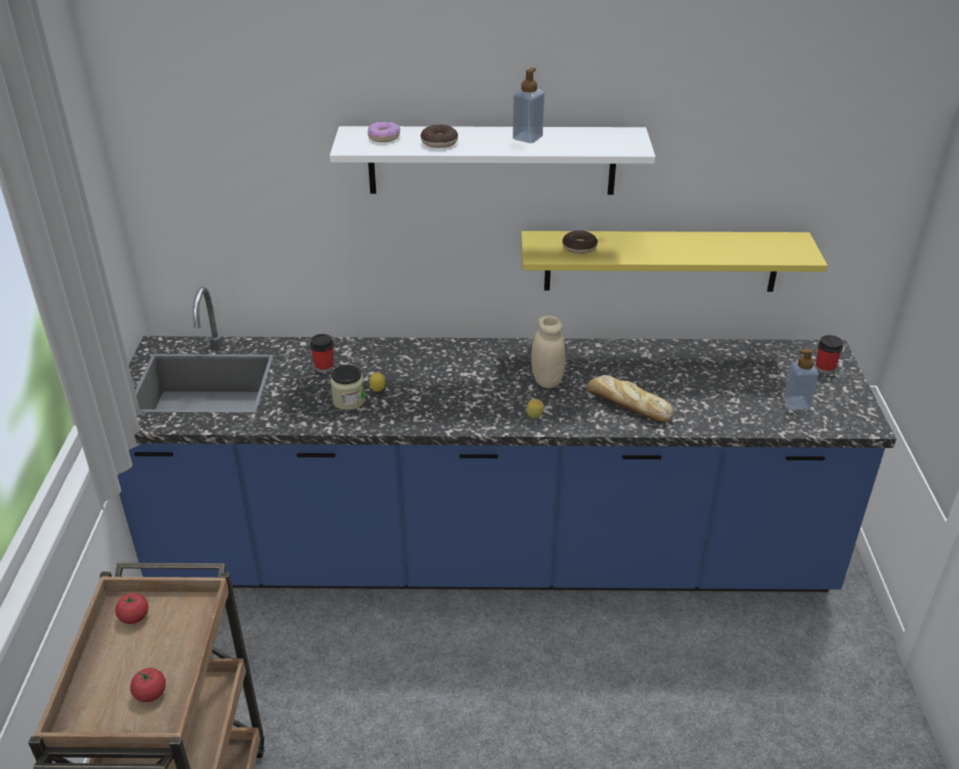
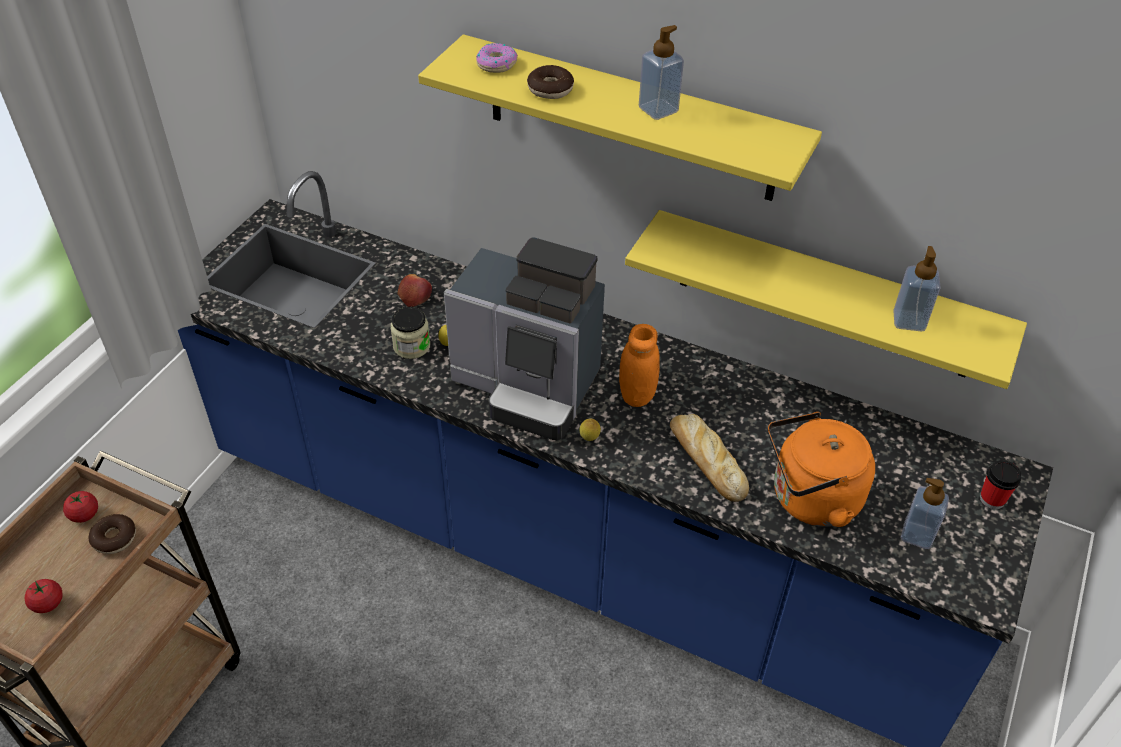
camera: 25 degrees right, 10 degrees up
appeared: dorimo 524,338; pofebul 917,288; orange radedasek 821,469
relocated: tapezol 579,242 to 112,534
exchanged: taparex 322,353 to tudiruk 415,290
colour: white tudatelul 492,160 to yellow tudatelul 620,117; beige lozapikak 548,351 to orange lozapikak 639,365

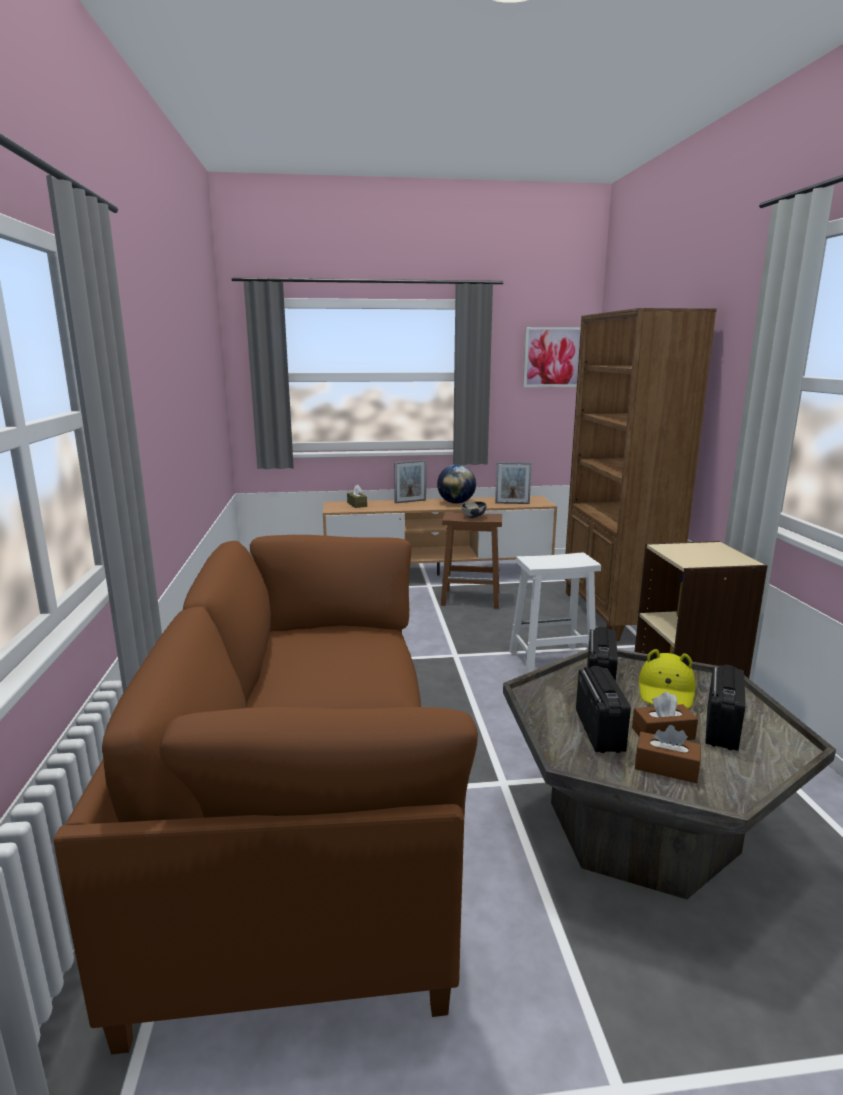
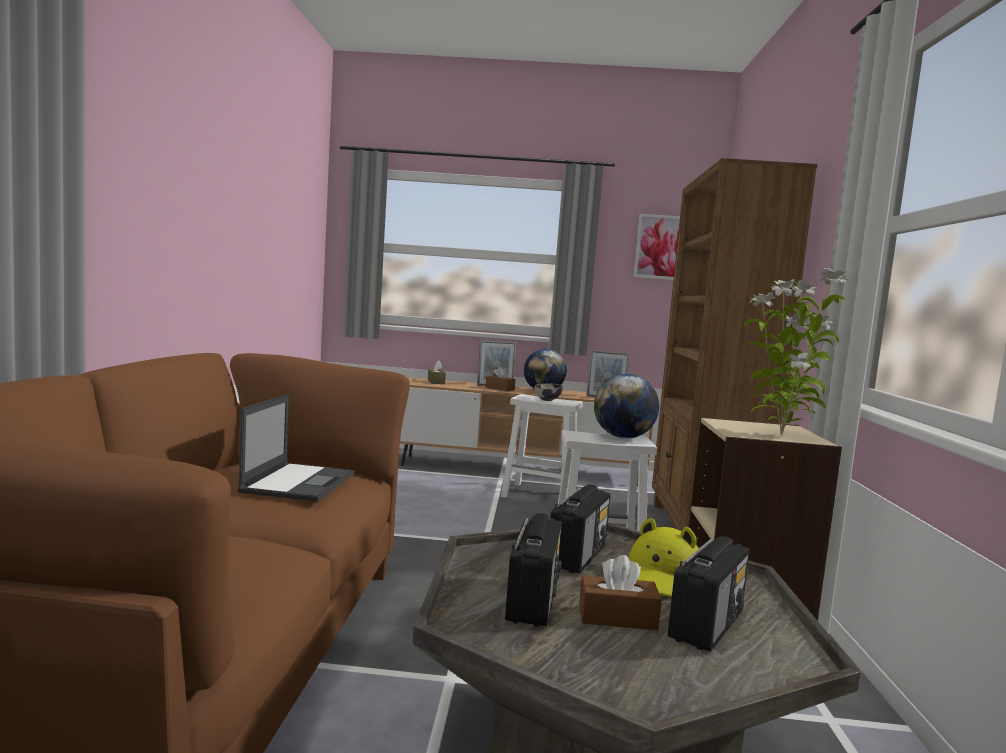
camera: 10 degrees right, 10 degrees down
appeared: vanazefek 796,352; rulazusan 626,406; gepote 295,448
relocated: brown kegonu 668,754 to 500,379
colour: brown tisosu 471,560 to white tisosu 542,446

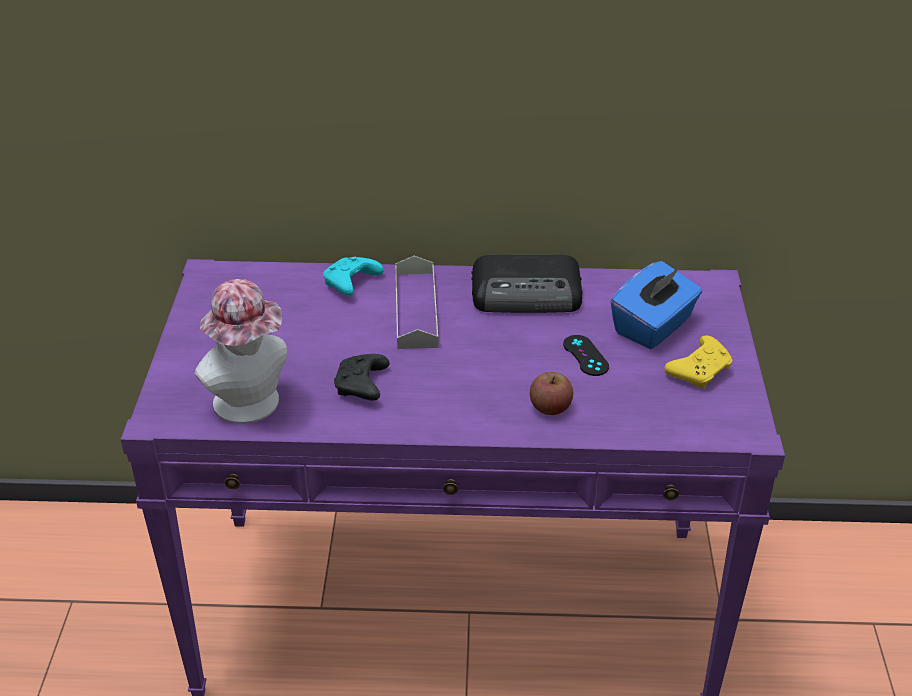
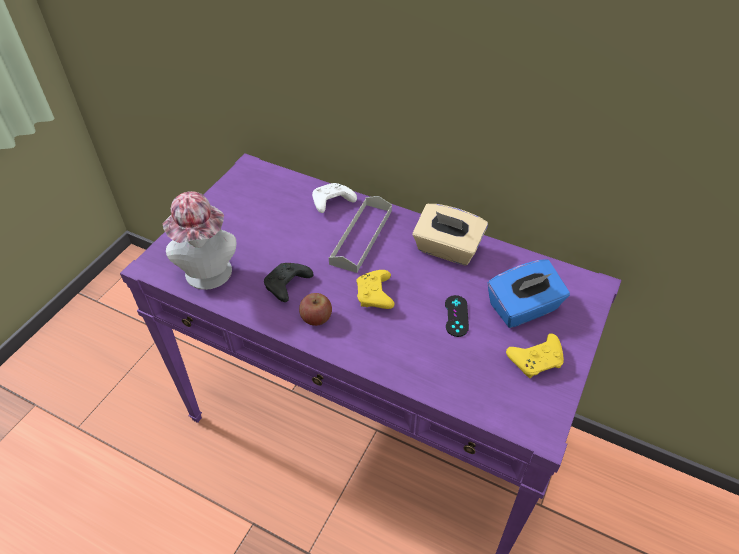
camera: 25 degrees right, 10 degrees up
appeared: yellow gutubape 375,289
relocated: tudiruk 551,393 to 315,309
exchanged: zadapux 527,284 to beige kegonu 450,235
colour: turquoise gutubape 353,276 to white gutubape 334,198

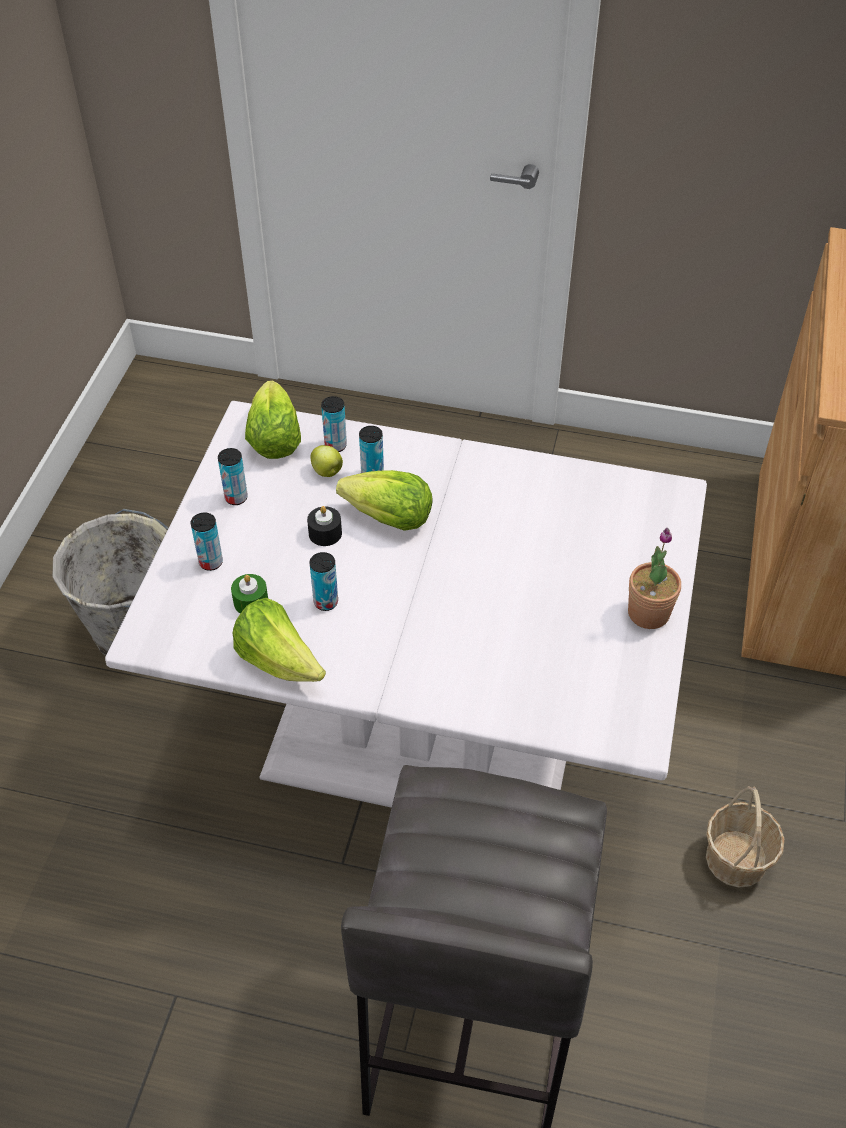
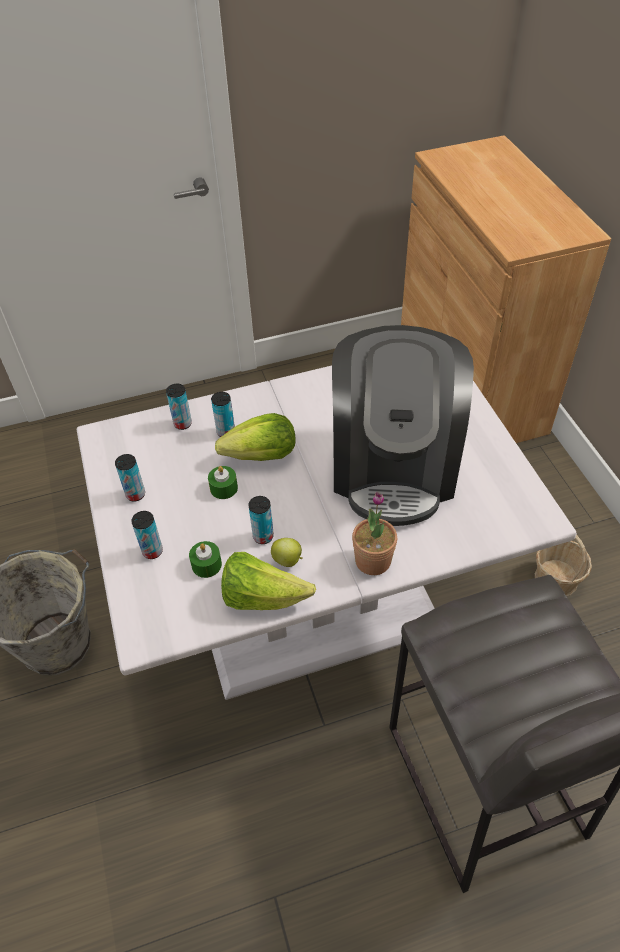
camera: 30 degrees left, 0 degrees up
missing: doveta 273,420
appeared: dorimo 403,425
relocated: tudiruk 326,461 to 287,552; vanazefek 654,578 to 374,533
colour: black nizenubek 324,526 to green nizenubek 223,482

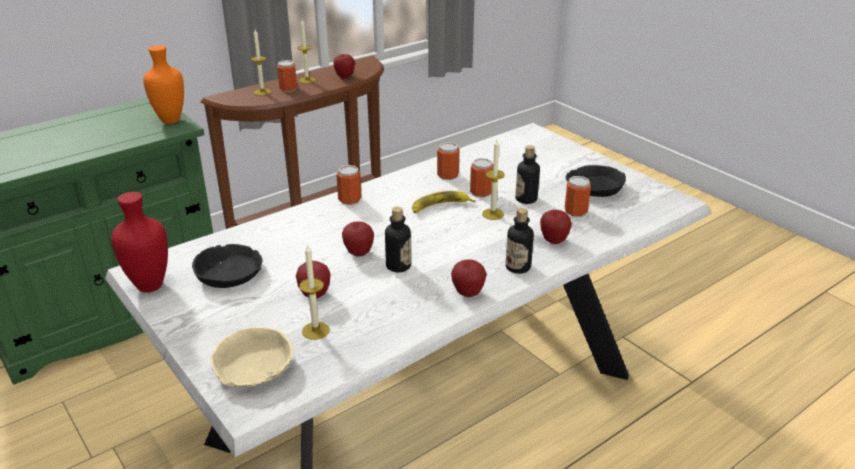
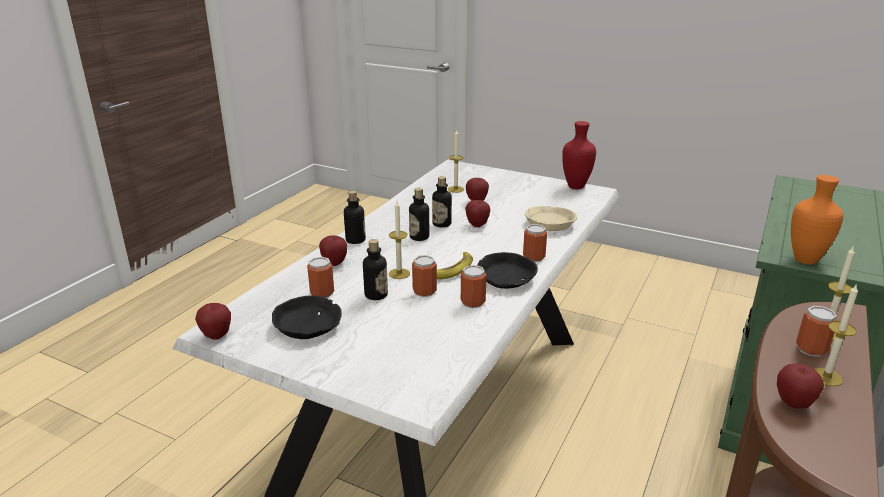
camera: 155 degrees right, 5 degrees down
appeared: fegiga 419,214
relocated: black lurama 227,266 to 507,270; tudiruk 469,278 to 213,321; beige lurama 252,357 to 551,218

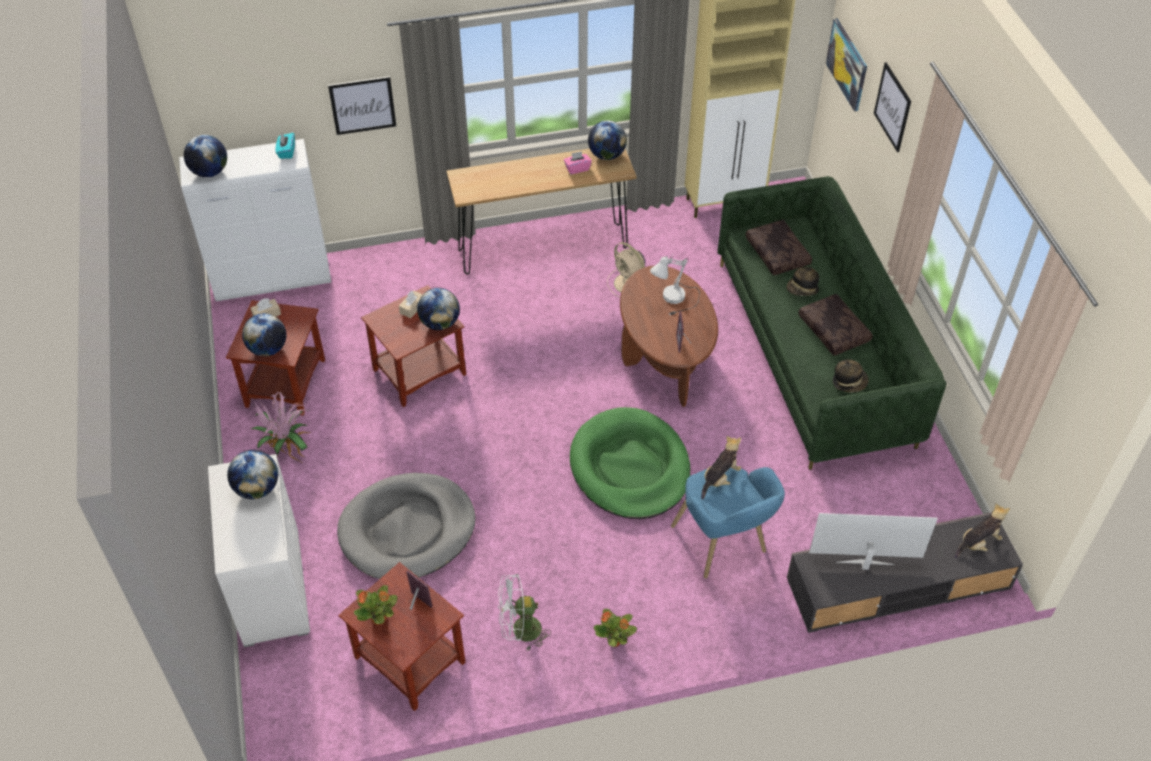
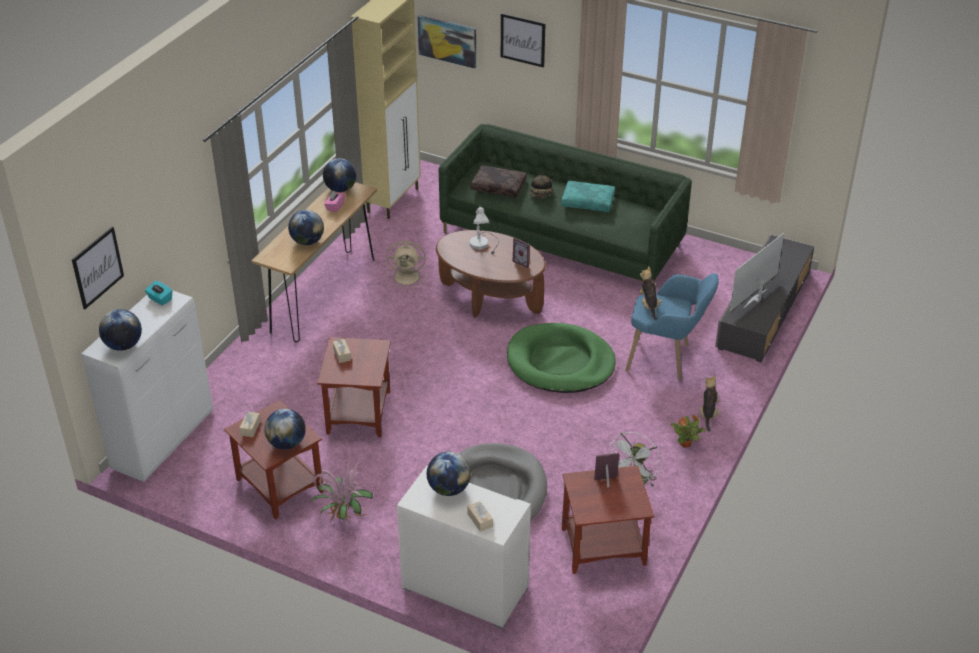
camera: 50 degrees left, 10 degrees down
missing: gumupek 851,376; vanazefek 376,605
appeared: beige kegonu 480,516
relocated: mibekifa 362,105 to 98,268; rulazusan 438,309 to 306,227; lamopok 982,531 to 710,403
colour: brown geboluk 835,325 to turquoise geboluk 588,196

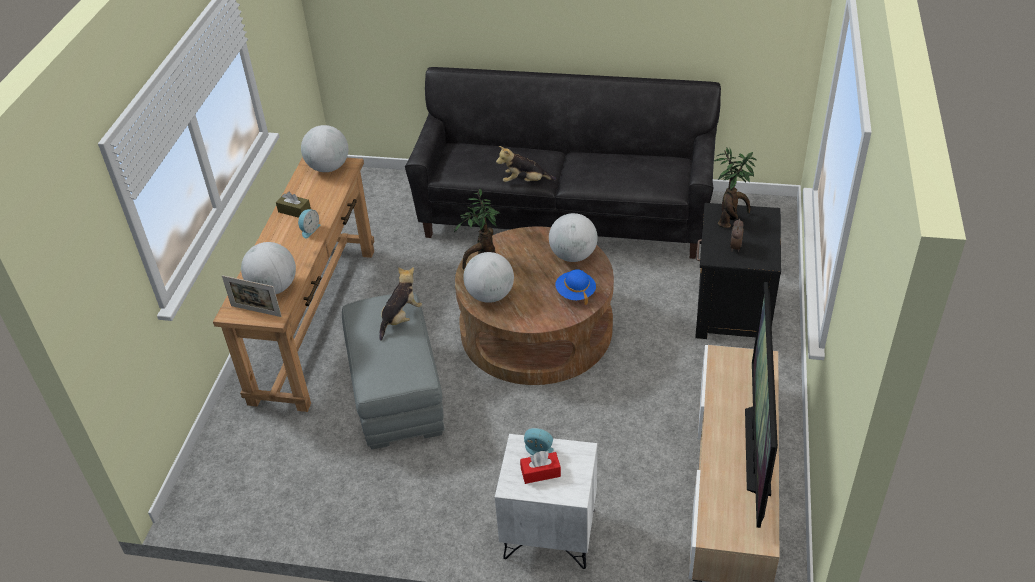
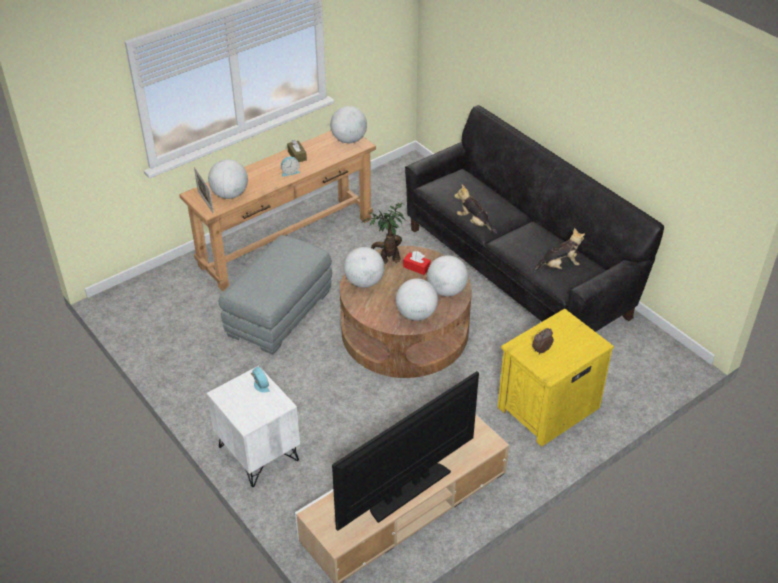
camera: 40 degrees right, 0 degrees up
missing: vanazefek 735,187
relocated: lamopok 400,304 to 559,250; red kegonu 540,467 to 417,263
exchanged: blue gumupek 575,287 to rulazusan 417,300
colour: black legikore 738,271 to yellow legikore 555,378

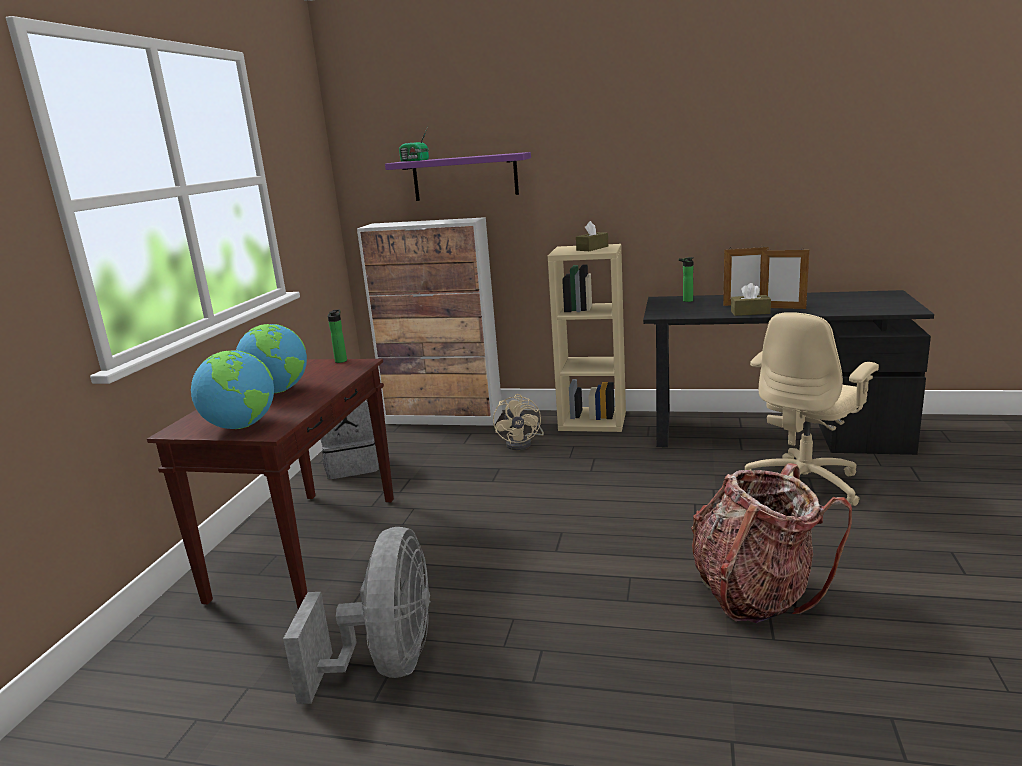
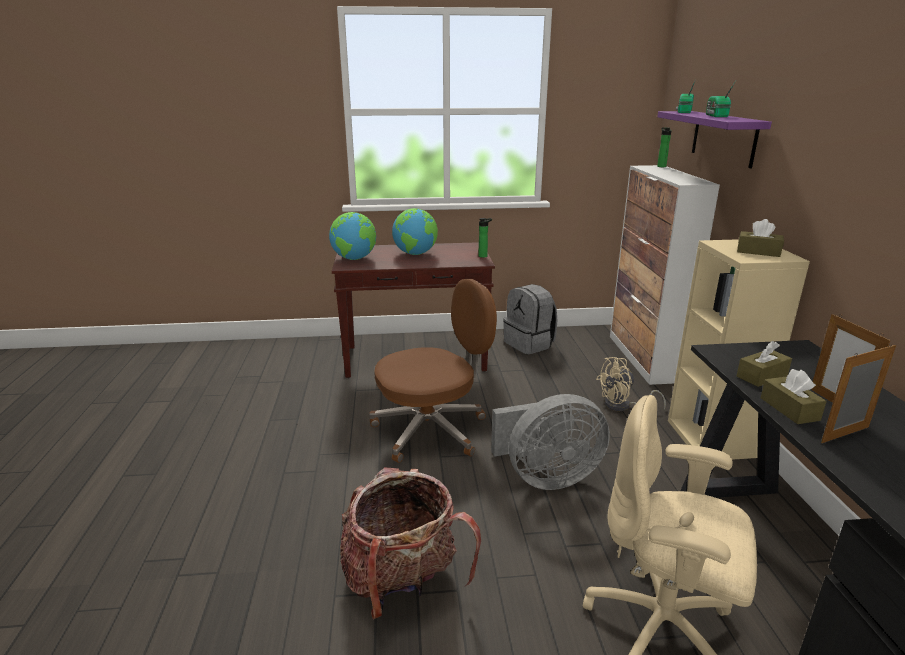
camera: 70 degrees right, 5 degrees up
appeared: zadapux 721,99; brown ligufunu 433,371; brown kegonu 764,364
relocated: fegiga 686,279 to 664,147; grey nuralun 356,615 to 550,442
spun: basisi 784,278 = 858,393 60 degrees clockwise

